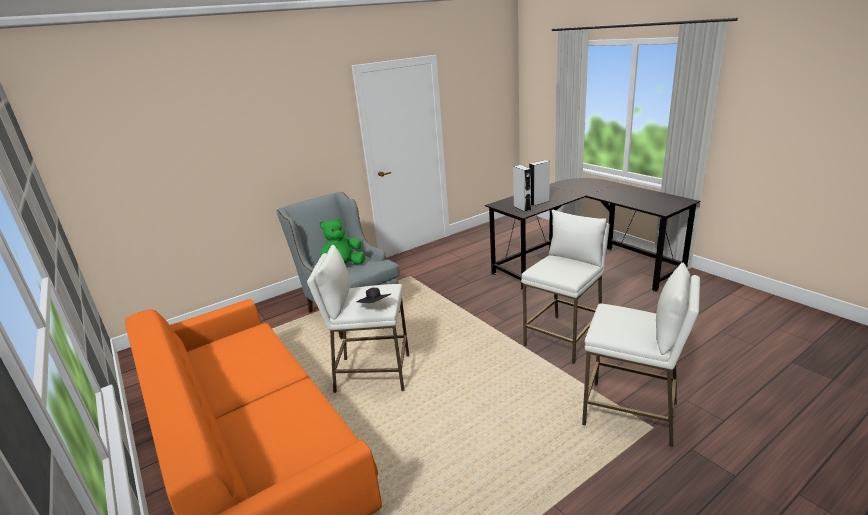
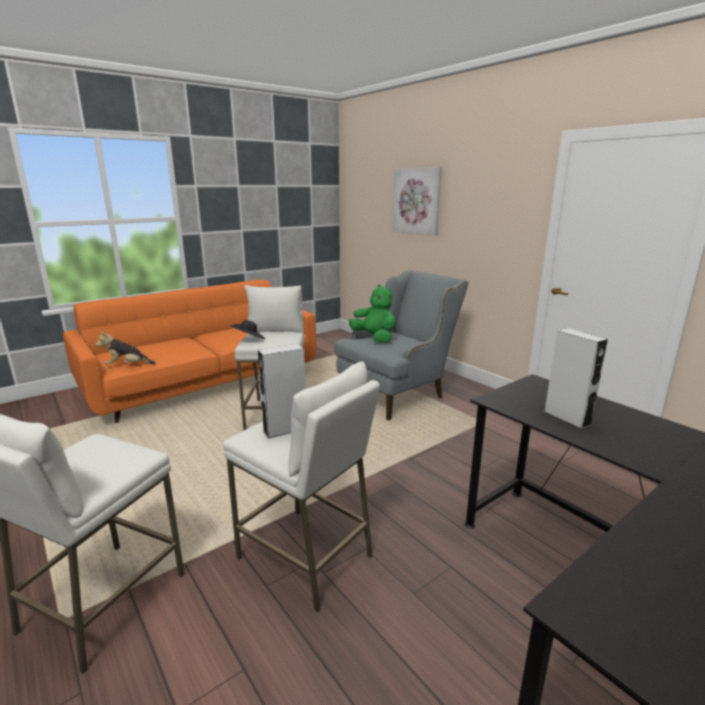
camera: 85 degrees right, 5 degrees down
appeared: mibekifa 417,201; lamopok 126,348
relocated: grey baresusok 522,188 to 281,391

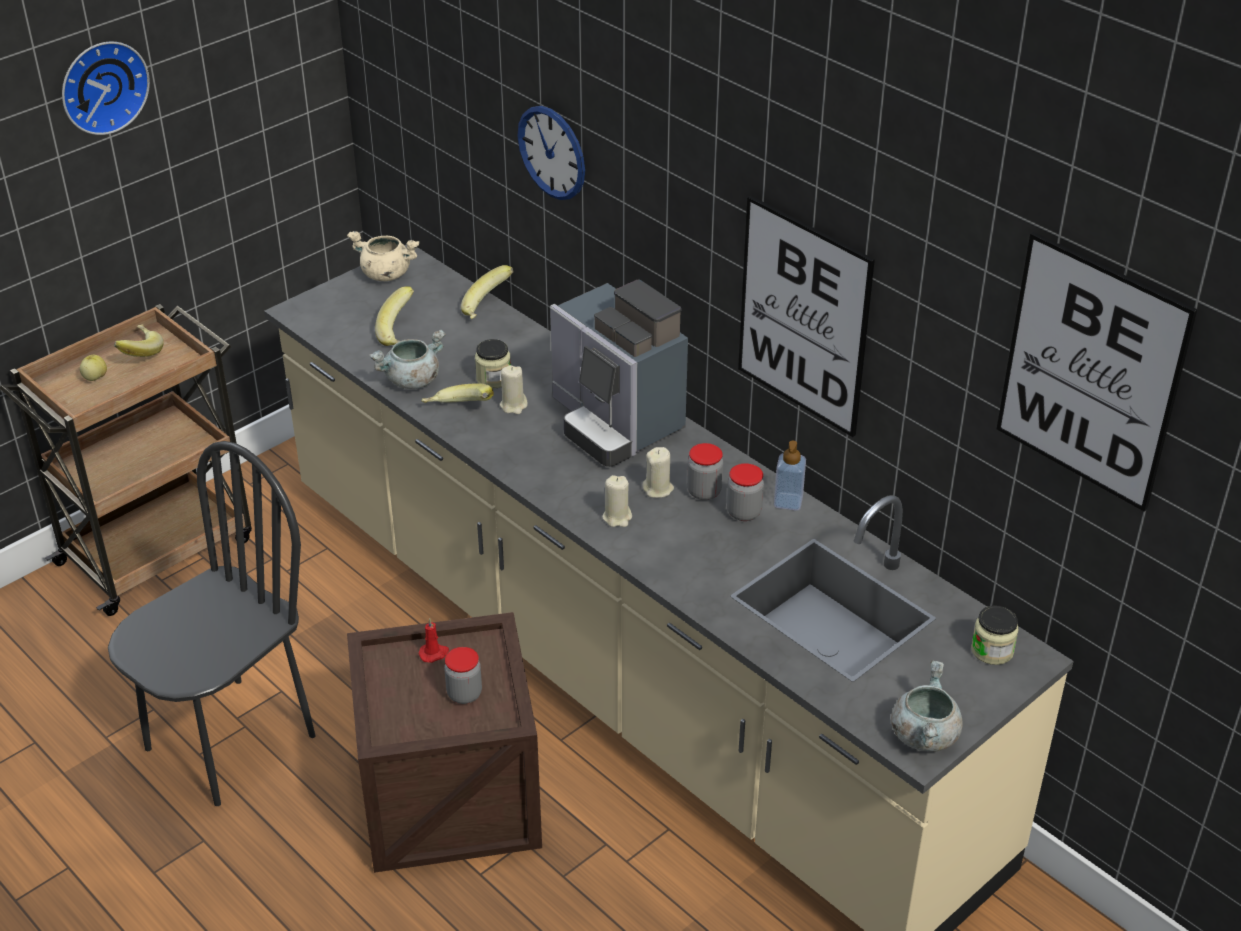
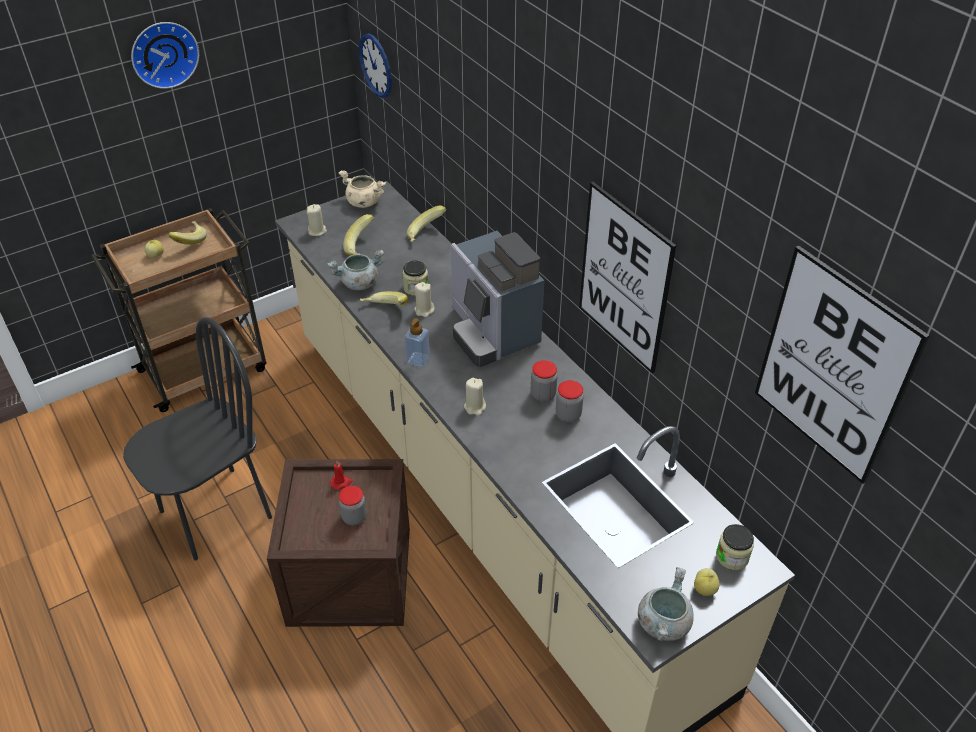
camera: 10 degrees right, 5 degrees up
appeared: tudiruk 707,582
relocated: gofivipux 551,153 to 375,65; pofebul 790,476 to 417,342; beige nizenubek 658,472 to 317,220

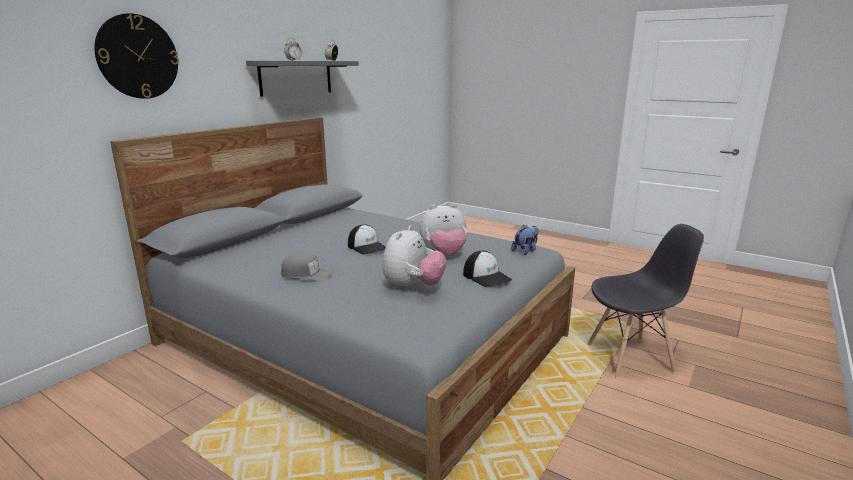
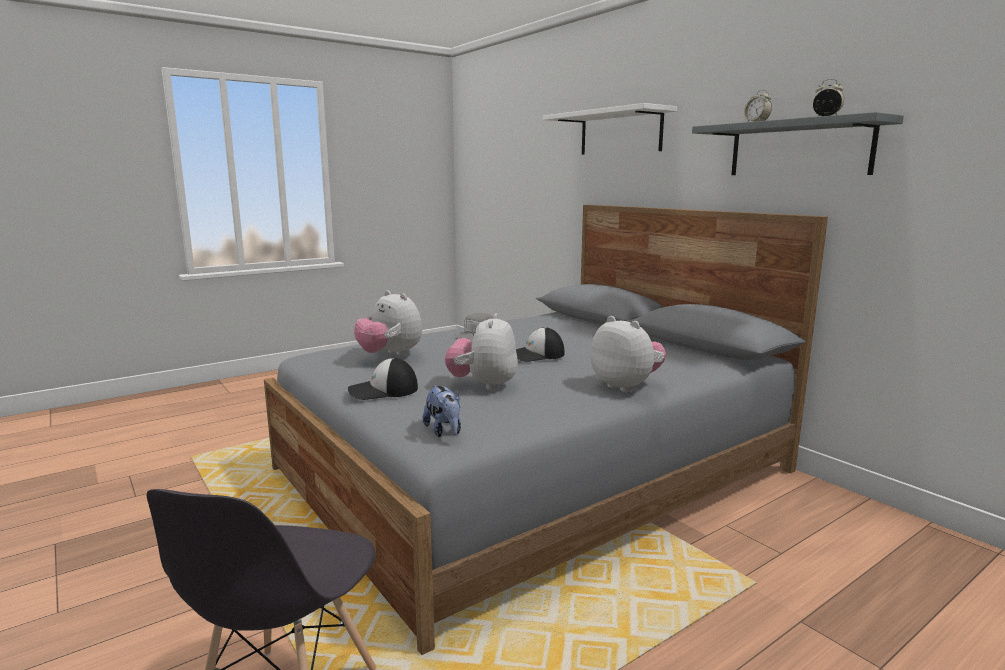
camera: 110 degrees right, 5 degrees down
appeared: lamopok 628,354
exchanged: gofivipux 136,56 to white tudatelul 610,129

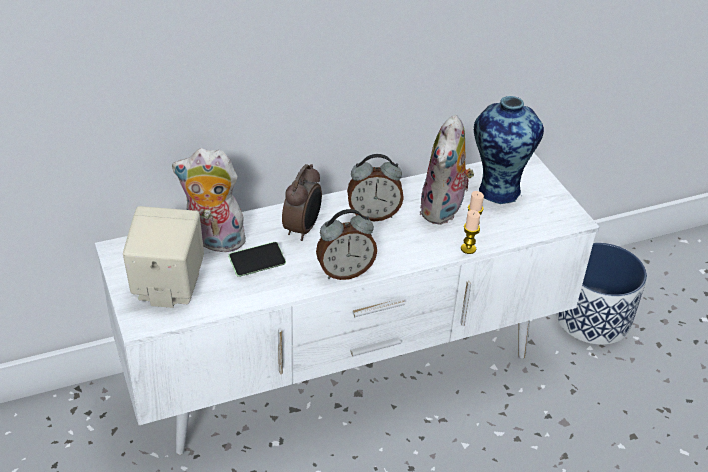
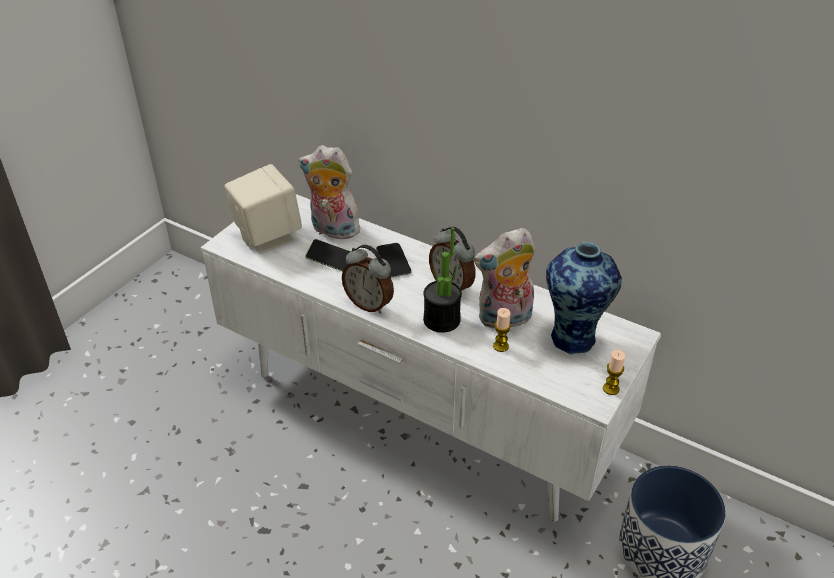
camera: 55 degrees right, 0 degrees up
appeared: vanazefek 442,280
relocated: nizenubek 470,232 to 614,372
exchanged: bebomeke 302,202 to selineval 394,260
spun: lamopok 210,202 = 331,192 45 degrees counterclockwise

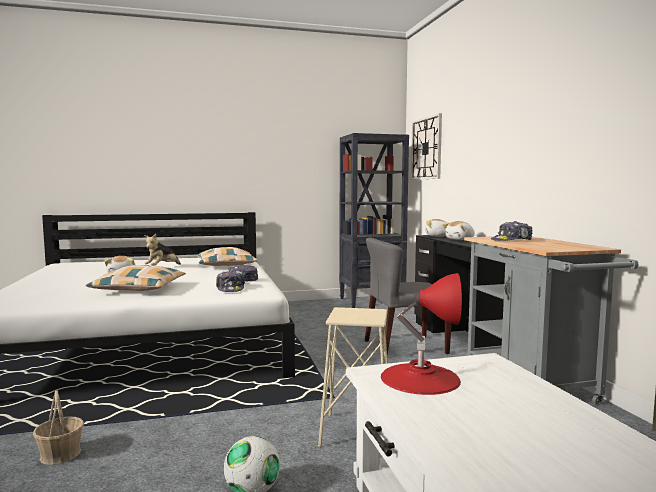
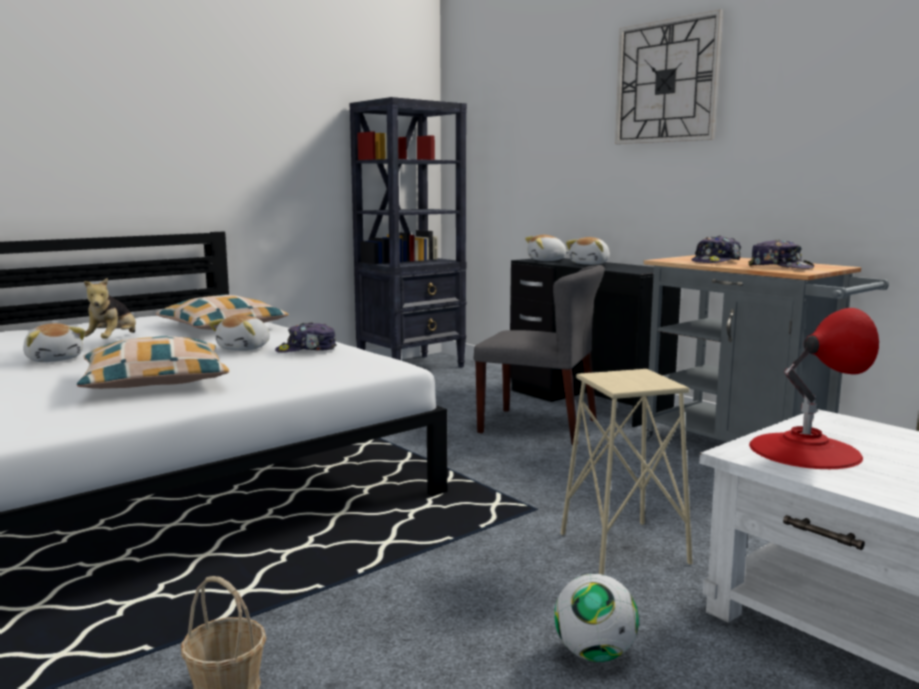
camera: 25 degrees left, 5 degrees up
appeared: lamopok 239,333
relocated: gofivipux 426,146 to 669,77; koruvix 230,281 to 781,254
spun: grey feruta 408,296 = 539,355 120 degrees counterclockwise

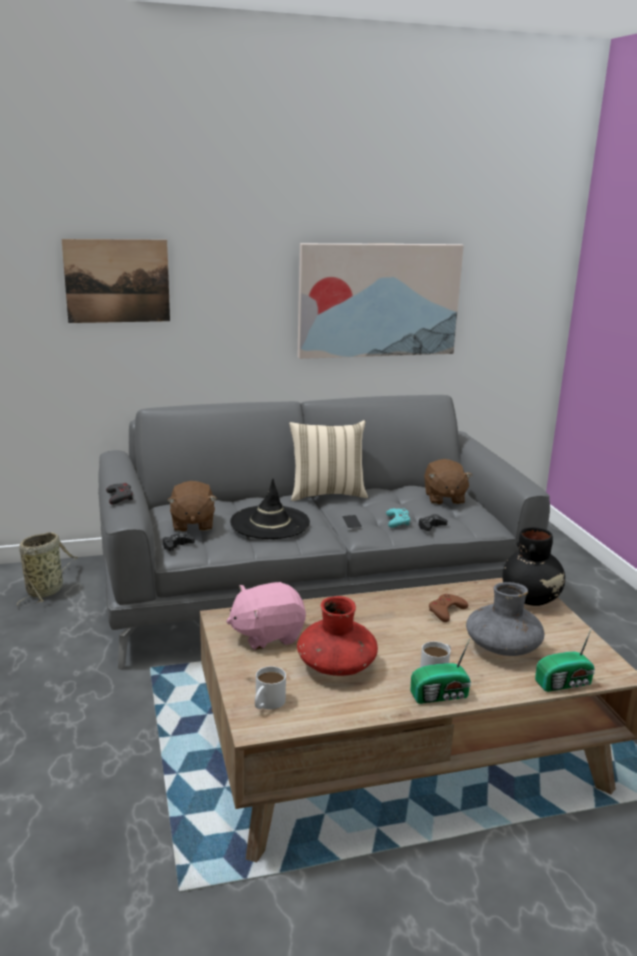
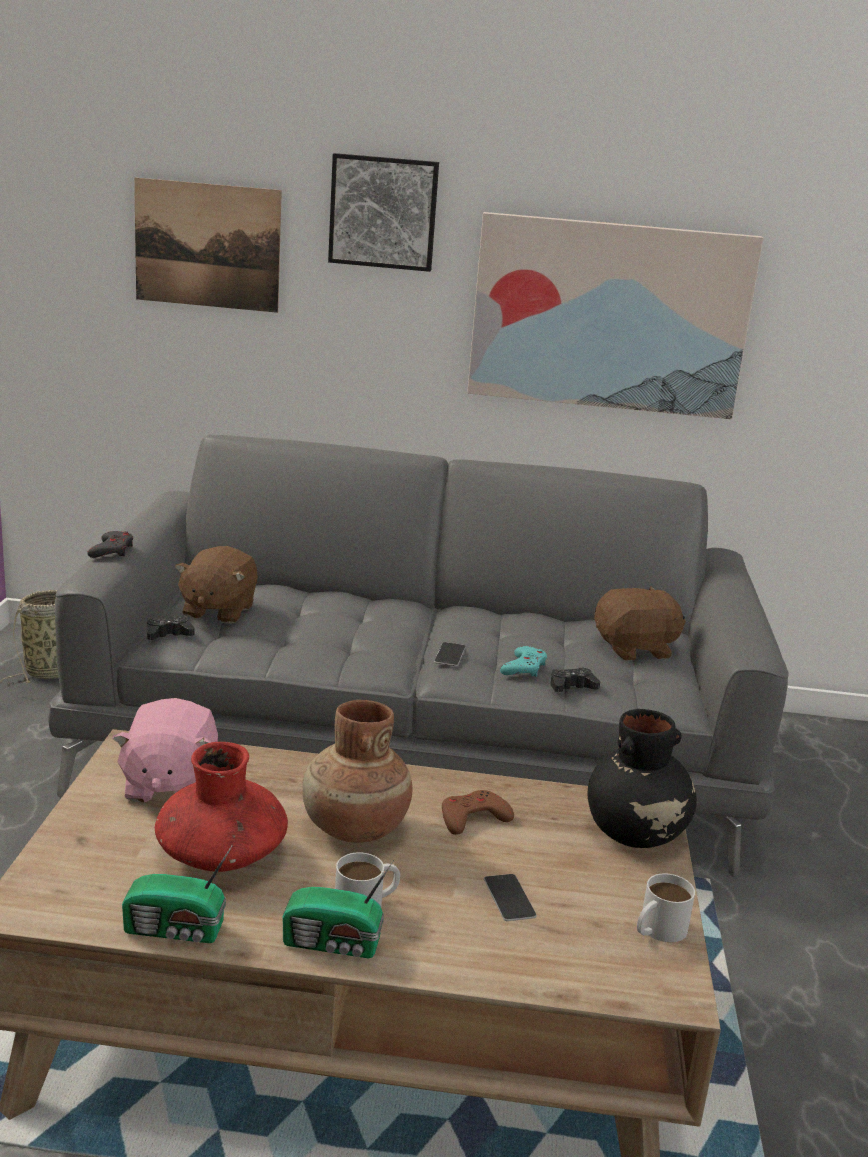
camera: 20 degrees right, 0 degrees up
missing: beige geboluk 328,460; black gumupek 270,509
appeared: mibekifa 383,212; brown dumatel 357,771
relocated: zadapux 565,660 to 177,893; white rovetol 270,688 to 666,907
exchanged: grey dumatel 505,619 to selineval 510,897
spun: brown lamopok 448,482 = 640,623 120 degrees counterclockwise; pink lamopok 266,616 = 165,750 90 degrees counterclockwise

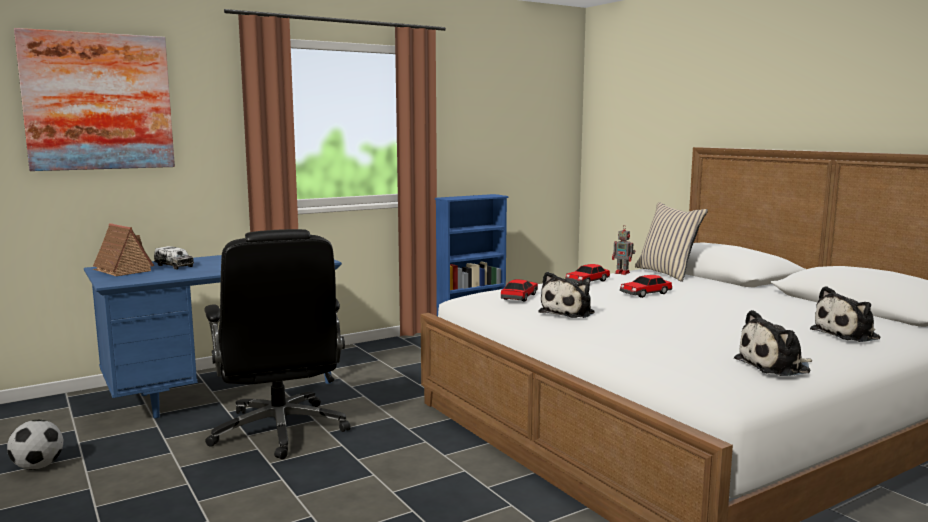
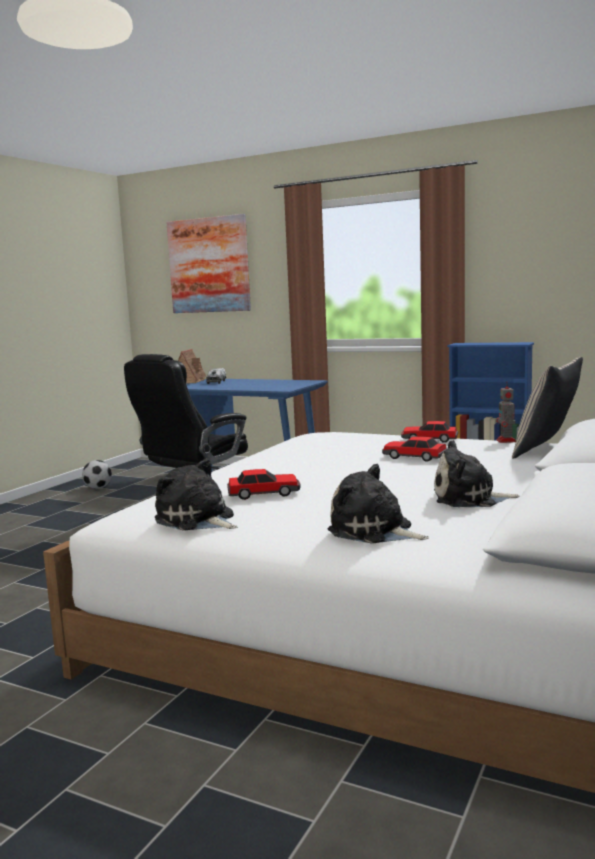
camera: 60 degrees right, 0 degrees up
relocated: lamopok 567,295 to 476,473; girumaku 519,290 to 264,484

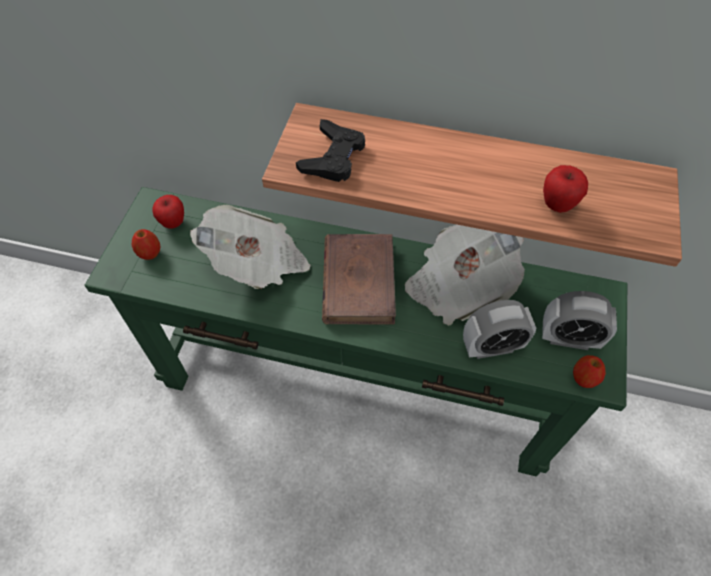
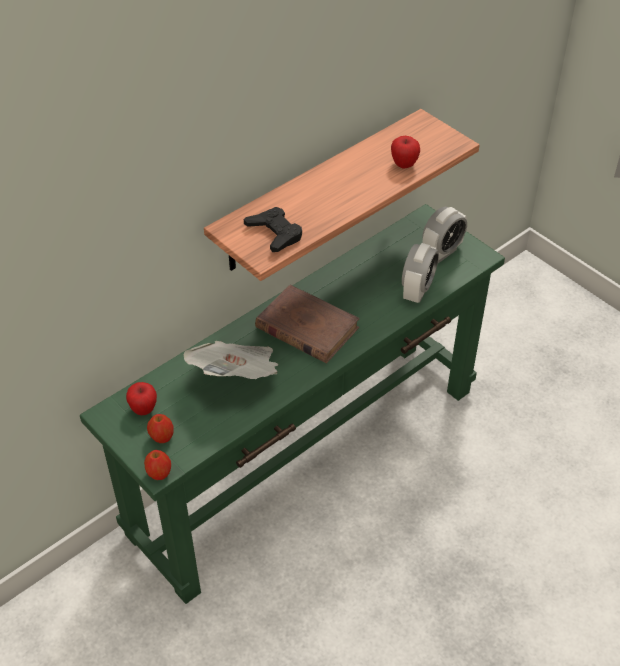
camera: 55 degrees left, 10 degrees down
missing: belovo 465,275
relocated: tudiruk 589,371 to 157,465

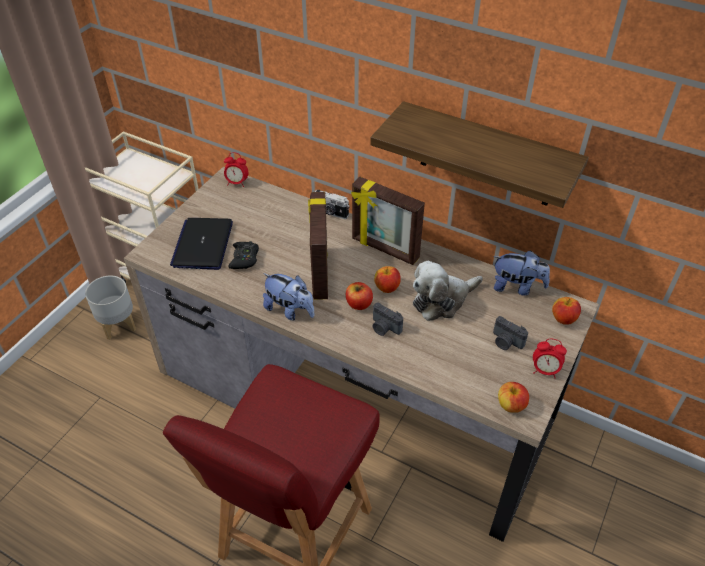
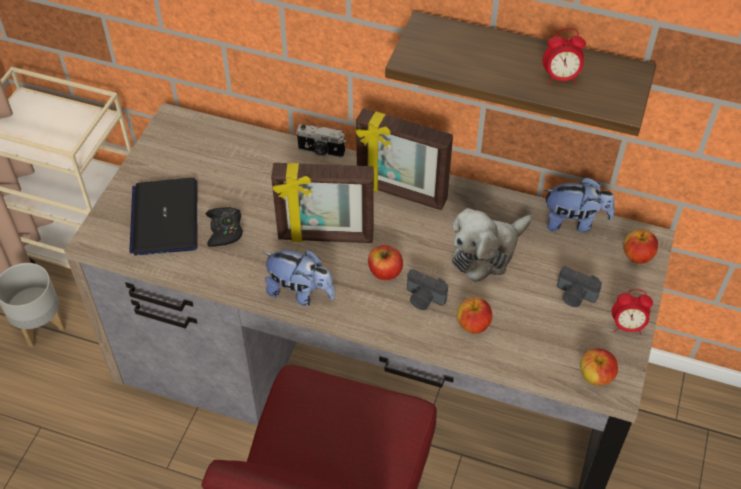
camera: 10 degrees left, 5 degrees up
relocated: bebomeke 236,169 to 564,56; tudiruk 387,279 to 474,315
spun: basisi 318,246 = 322,203 75 degrees counterclockwise

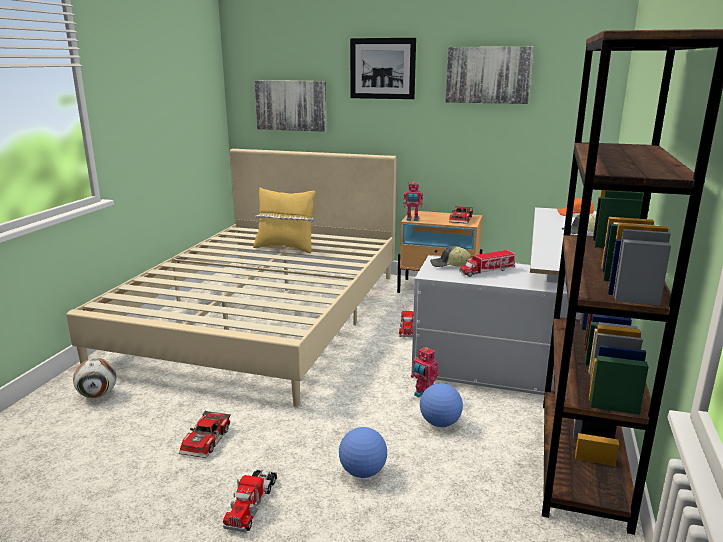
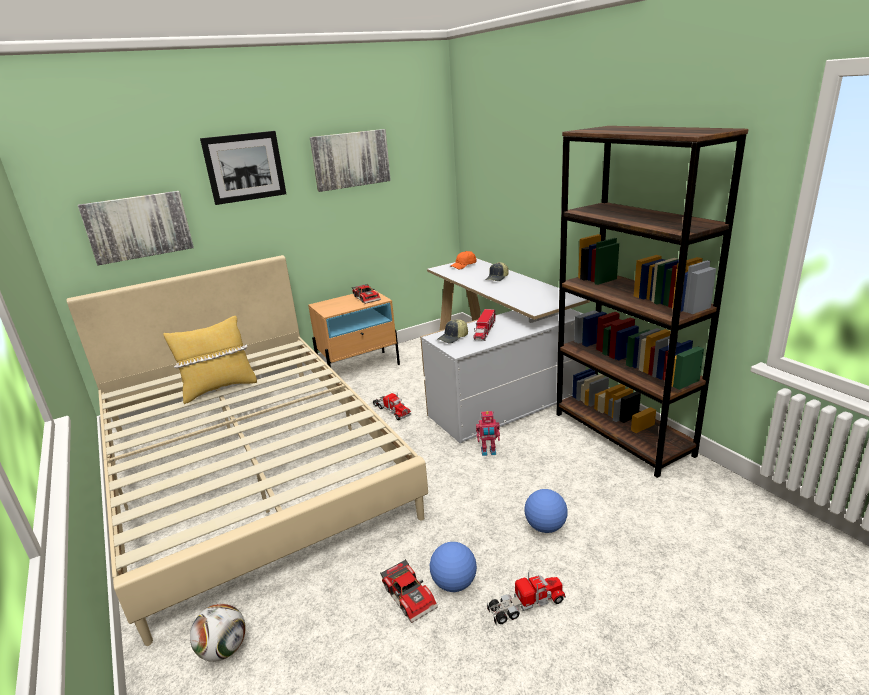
camera: 45 degrees left, 5 degrees up
missing: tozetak 413,201
relocated: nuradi 441,405 to 453,567
spun: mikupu 250,501 = 526,599 75 degrees counterclockwise

